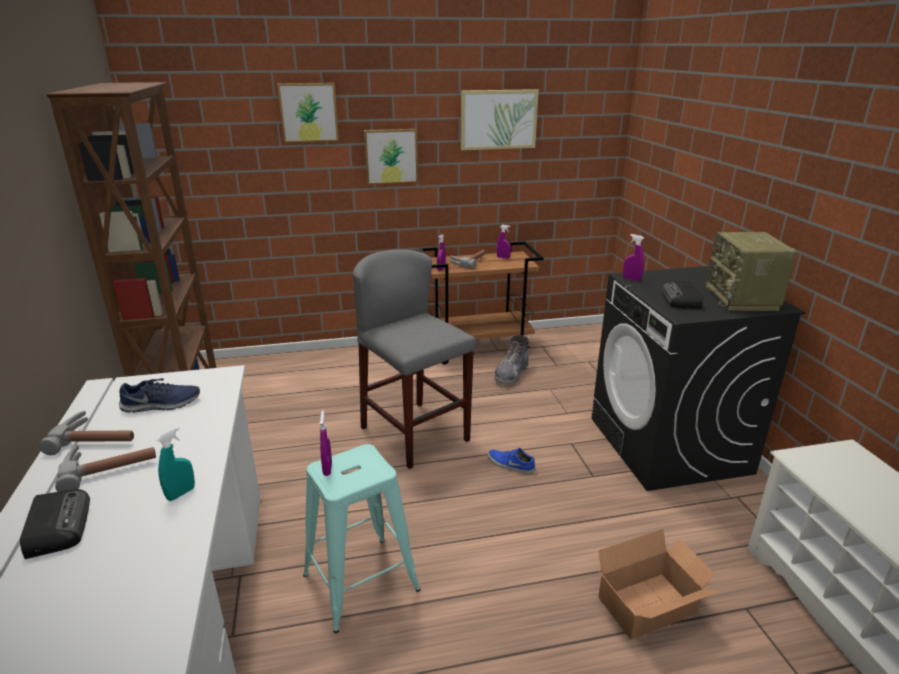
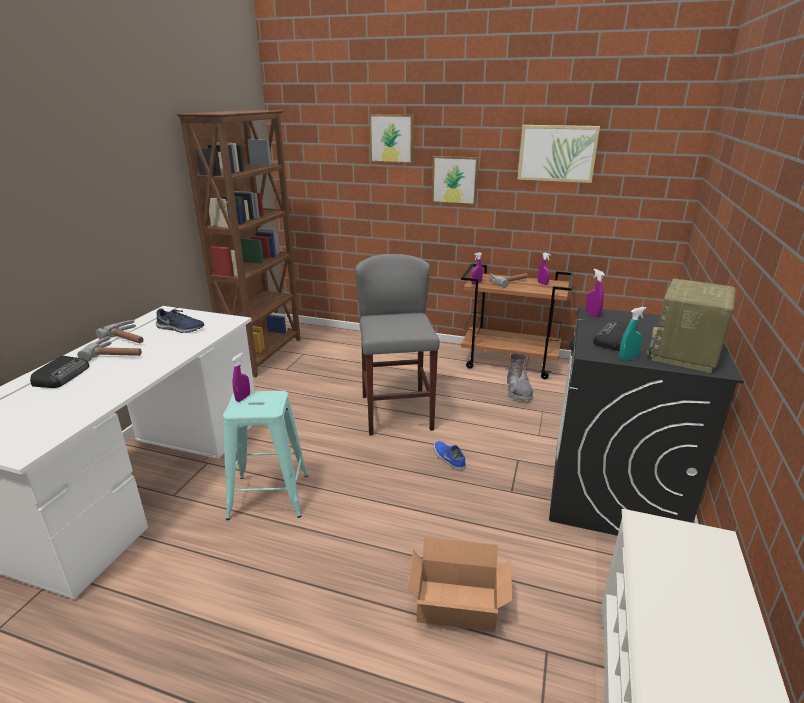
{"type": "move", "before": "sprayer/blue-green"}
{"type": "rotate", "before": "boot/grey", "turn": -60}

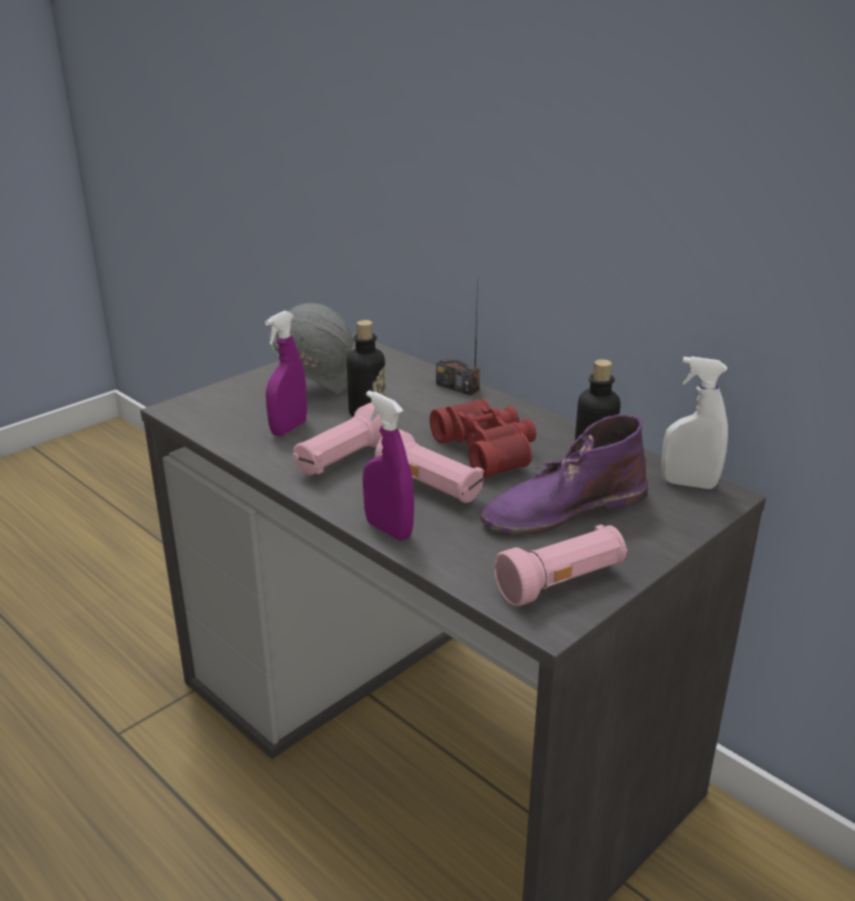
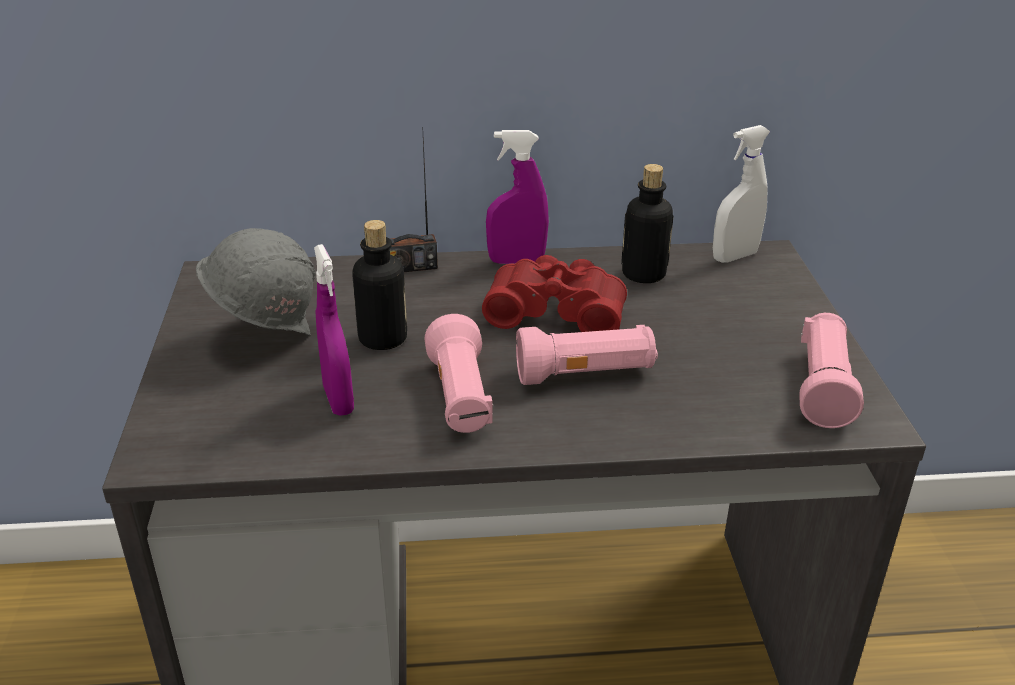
{"type": "delete", "before": "boot/purplish"}
{"type": "move", "before": "sprayer/purplish (2nd from left)"}

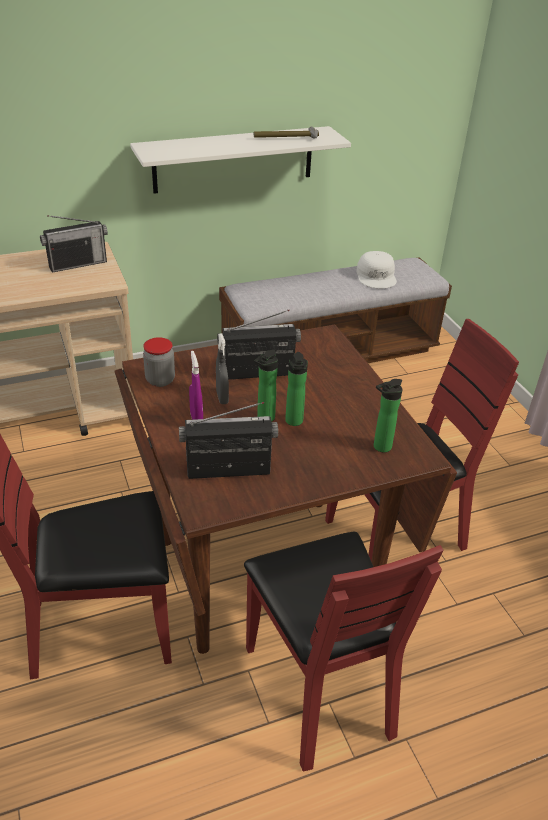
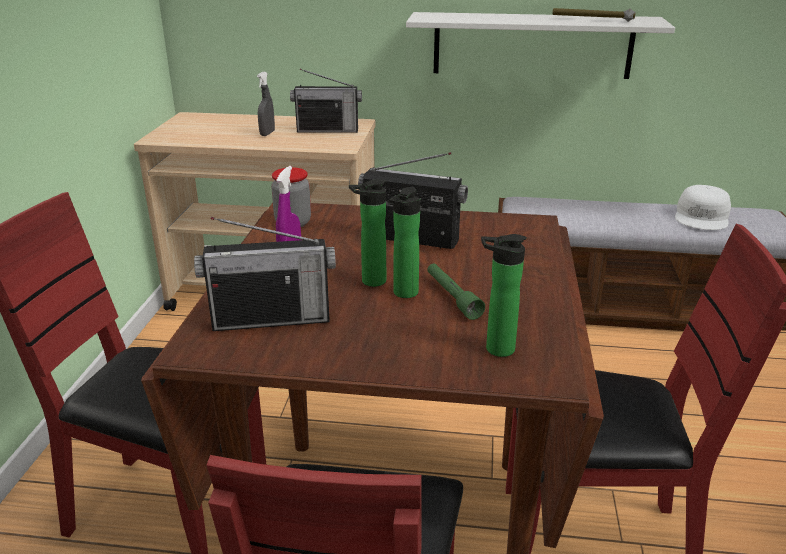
{"type": "insert", "after": "torch/greenish"}
{"type": "move", "before": "sprayer/grey"}
{"type": "rotate", "before": "radio (2nd from left in the first image)", "turn": 150}

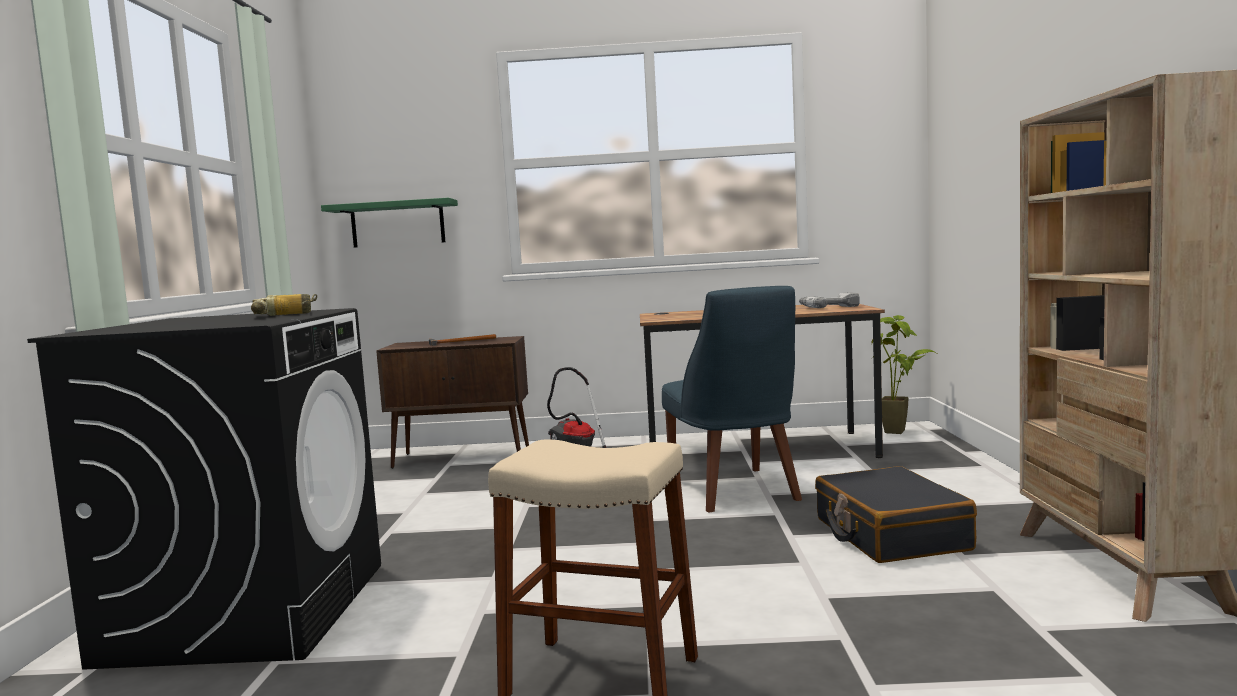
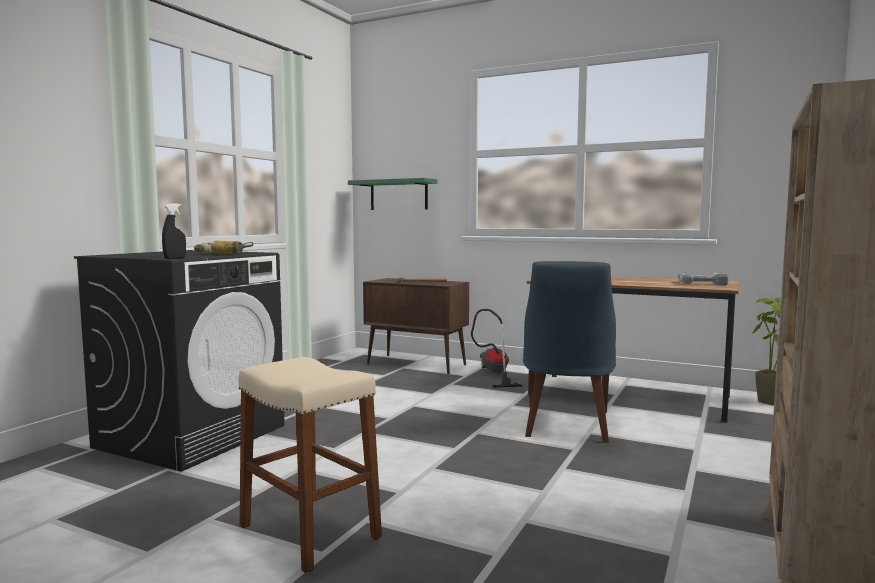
{"type": "delete", "before": "piece of luggage/black"}
{"type": "insert", "after": "sprayer/black"}

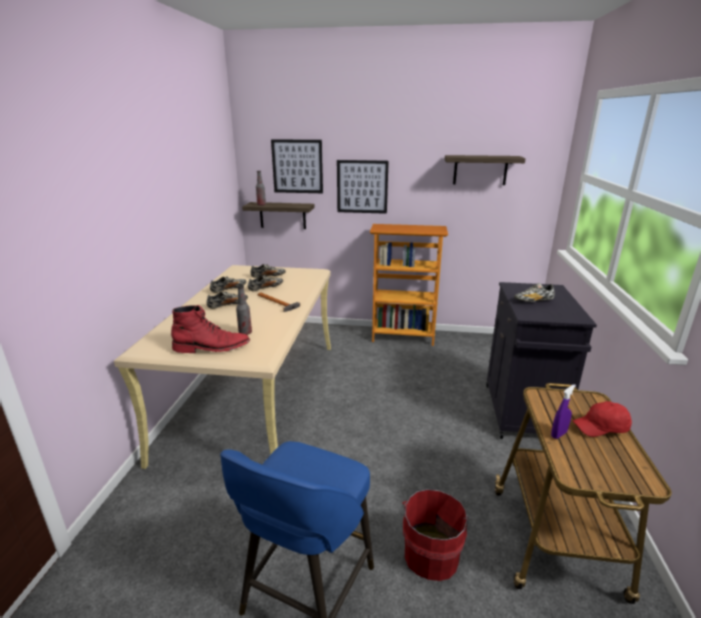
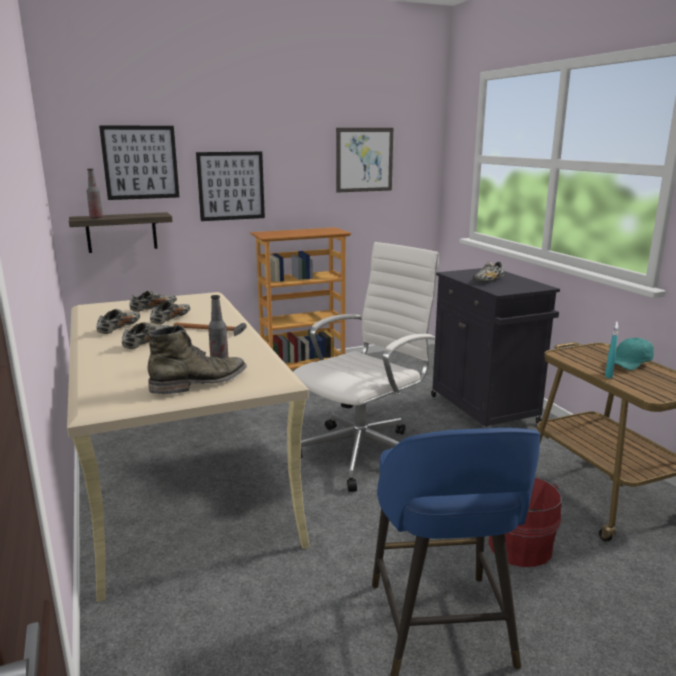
{"type": "insert", "after": "computer chair/white"}
{"type": "replace", "before": "wall shelf (2nd from left)", "after": "picture (3rd from left)"}
{"type": "recolor", "before": "boot/reddish", "after": "boot/greenish"}
{"type": "recolor", "before": "sprayer/purplish", "after": "sprayer/blue-green"}
{"type": "recolor", "before": "peaked cap/reddish", "after": "peaked cap/blue-green"}

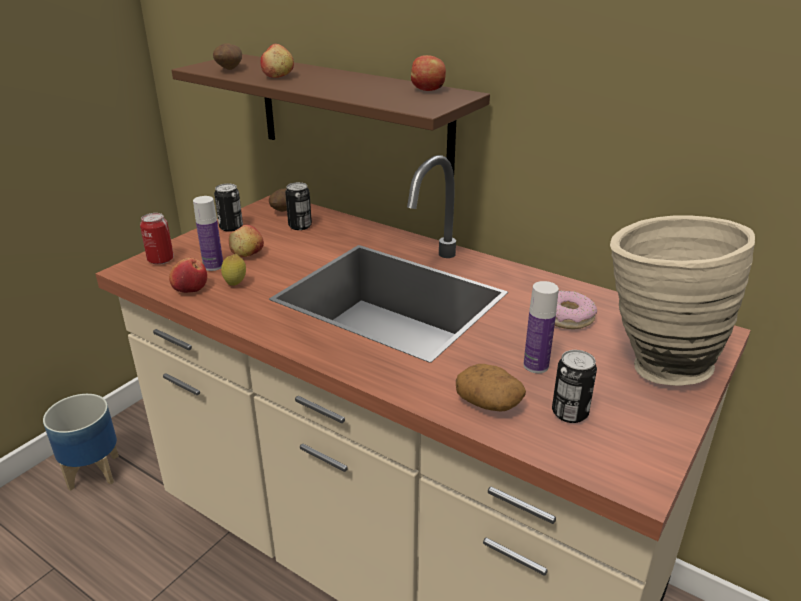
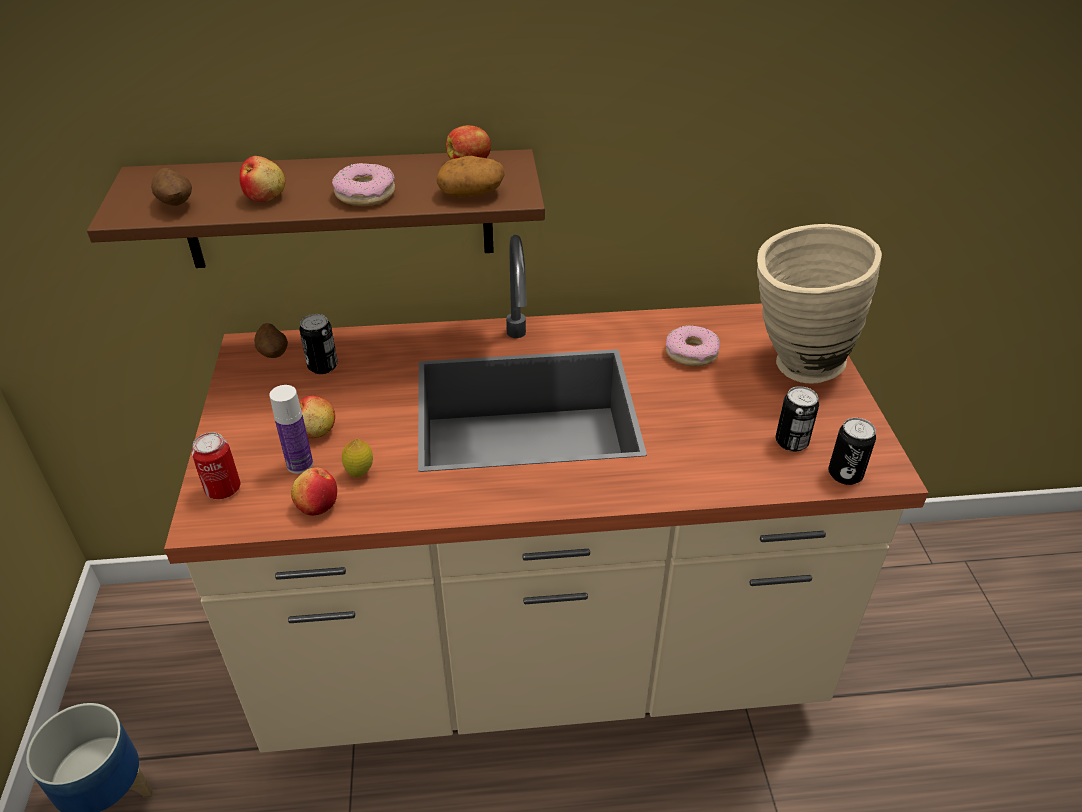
{"type": "delete", "before": "bottle (2nd from left)"}
{"type": "insert", "after": "ring doughnut (1st from left)"}
{"type": "move", "before": "can (2nd from left in the first image)", "after": "can (4th from left)"}
{"type": "move", "before": "spud (3rd from left)"}

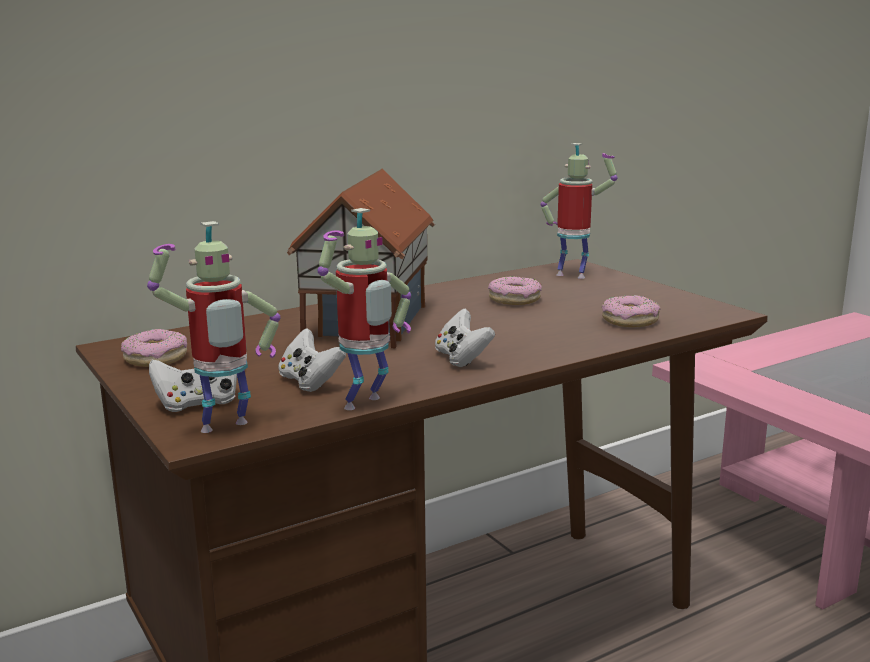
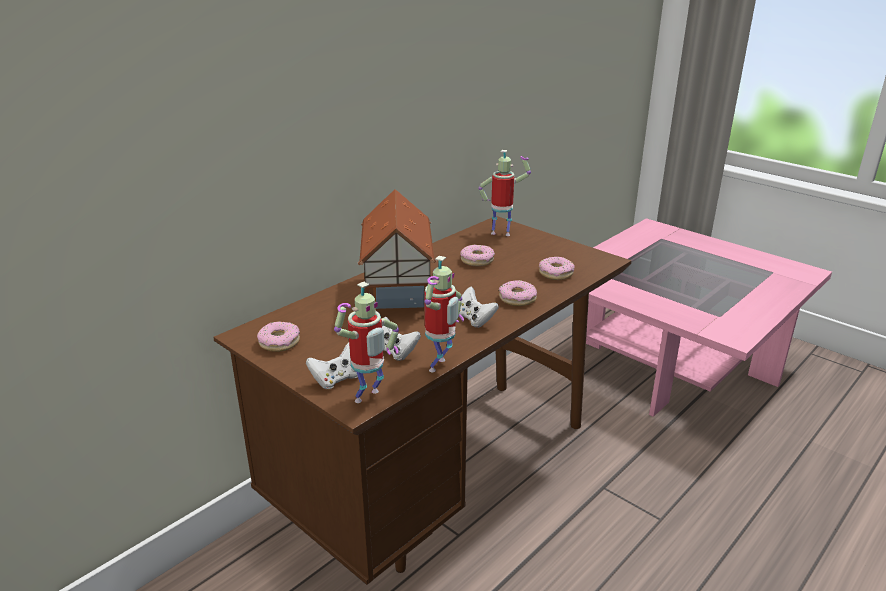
{"type": "insert", "after": "ring doughnut (3rd from left)"}

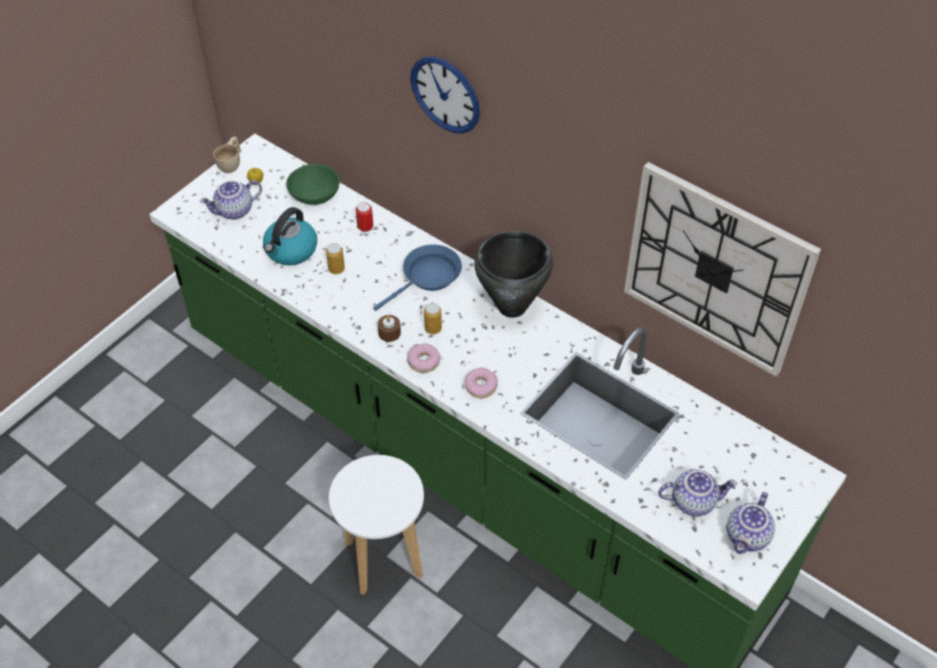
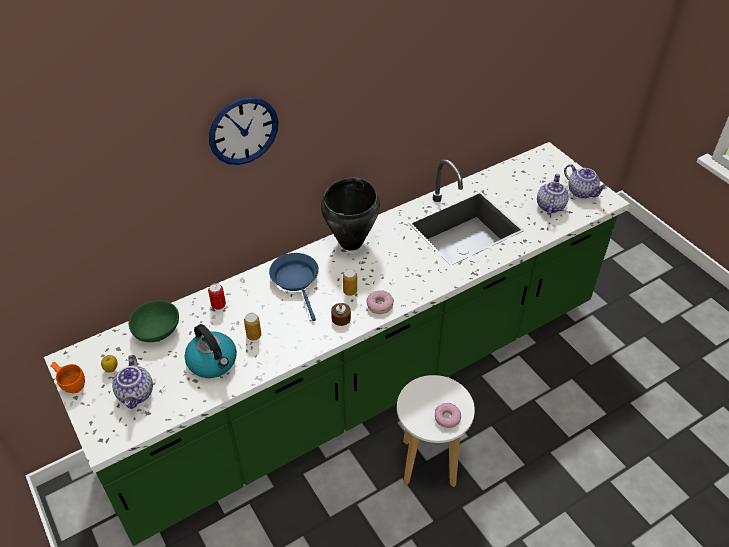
{"type": "delete", "before": "wall clock (2nd from left)"}
{"type": "move", "before": "ring doughnut (2nd from left)"}
{"type": "recolor", "before": "drinking cup/sand-coloured", "after": "drinking cup/orangey"}

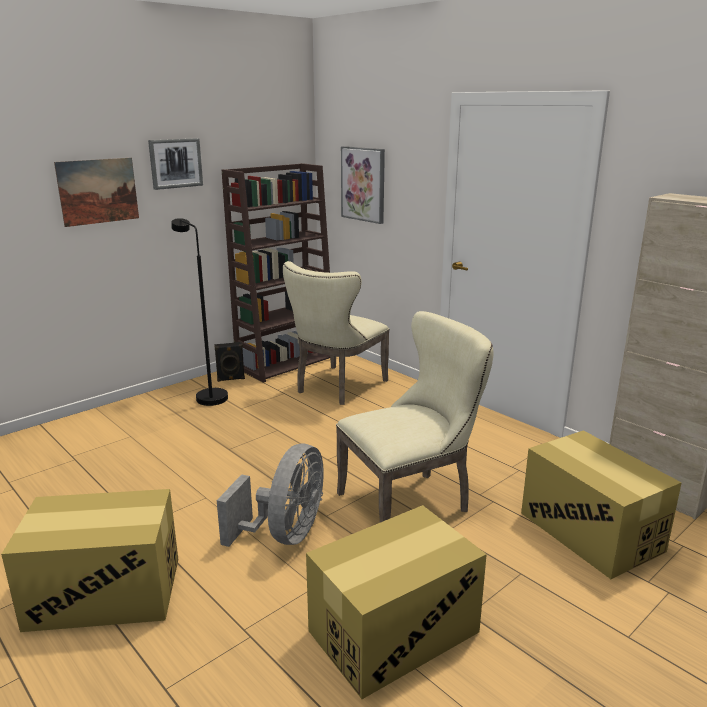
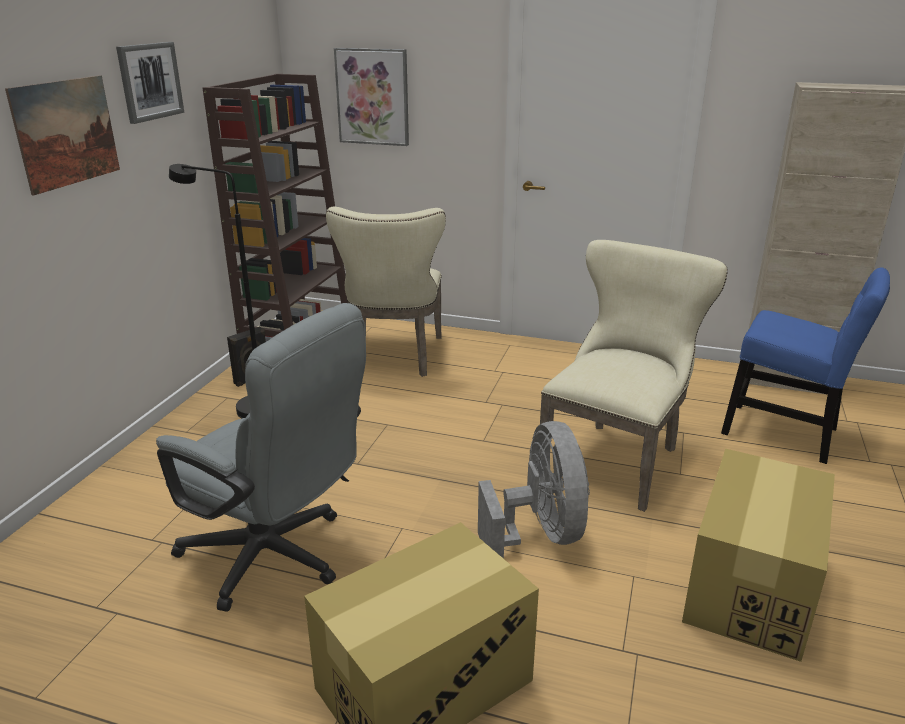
{"type": "insert", "after": "computer chair/grey"}
{"type": "replace", "before": "packing box (3rd from left)", "after": "plain chair/blue"}

